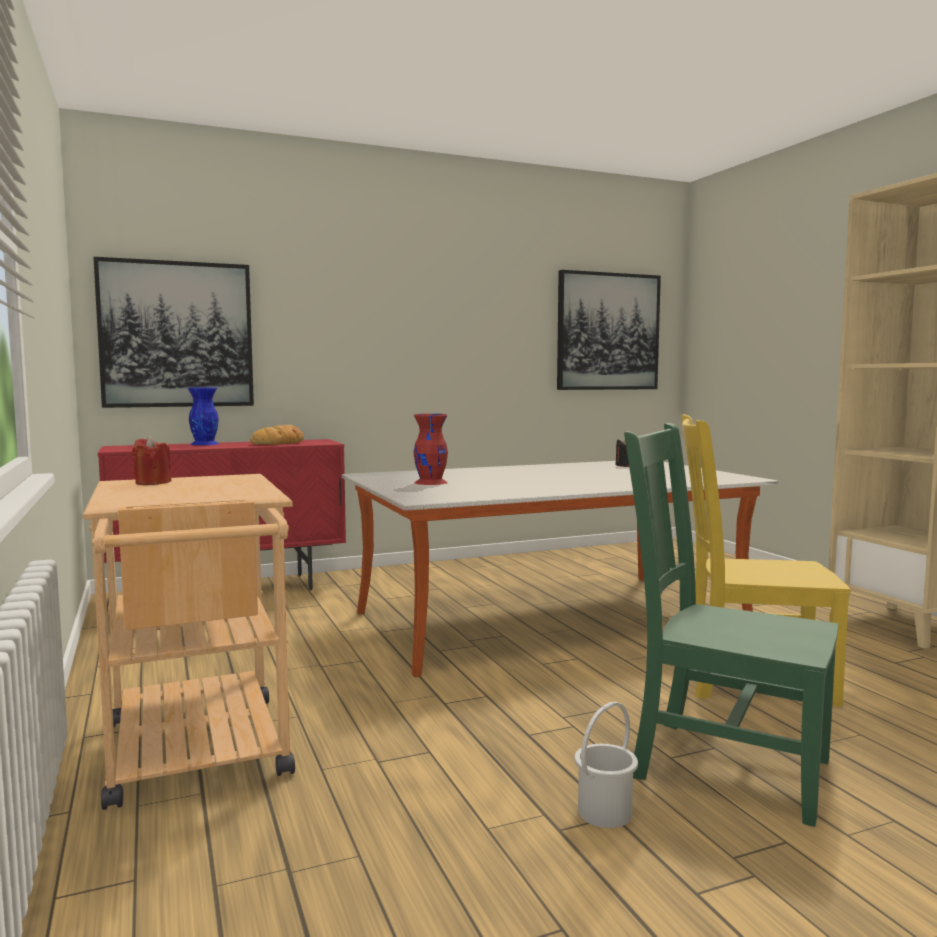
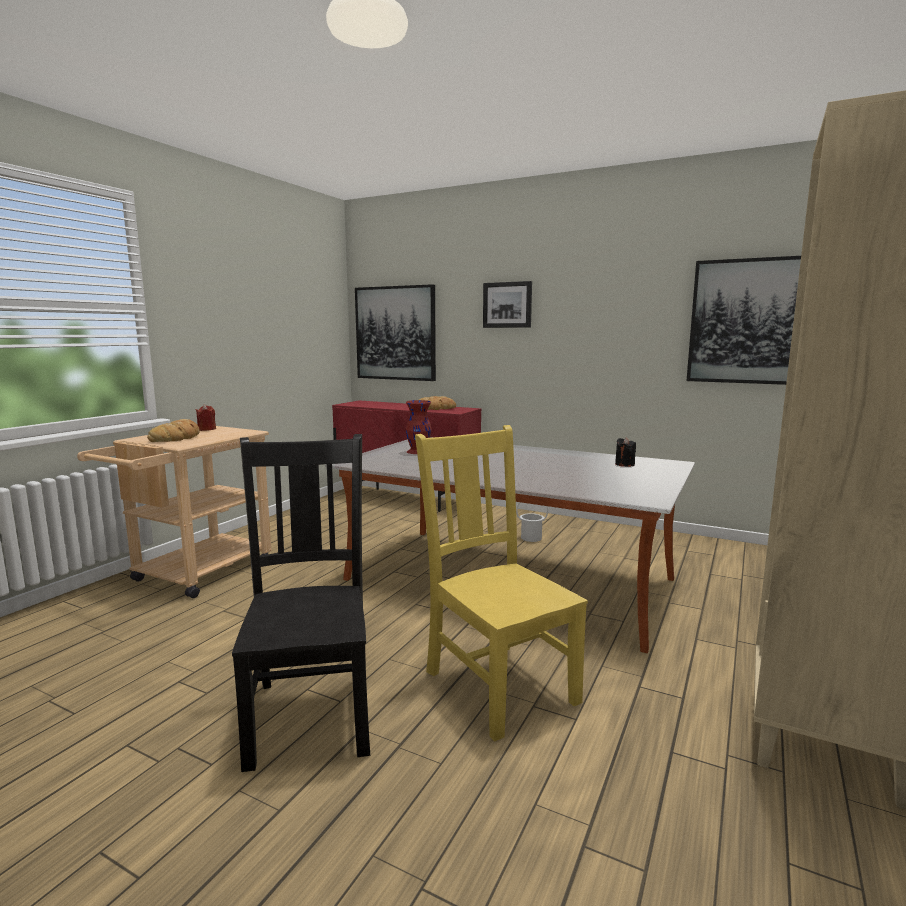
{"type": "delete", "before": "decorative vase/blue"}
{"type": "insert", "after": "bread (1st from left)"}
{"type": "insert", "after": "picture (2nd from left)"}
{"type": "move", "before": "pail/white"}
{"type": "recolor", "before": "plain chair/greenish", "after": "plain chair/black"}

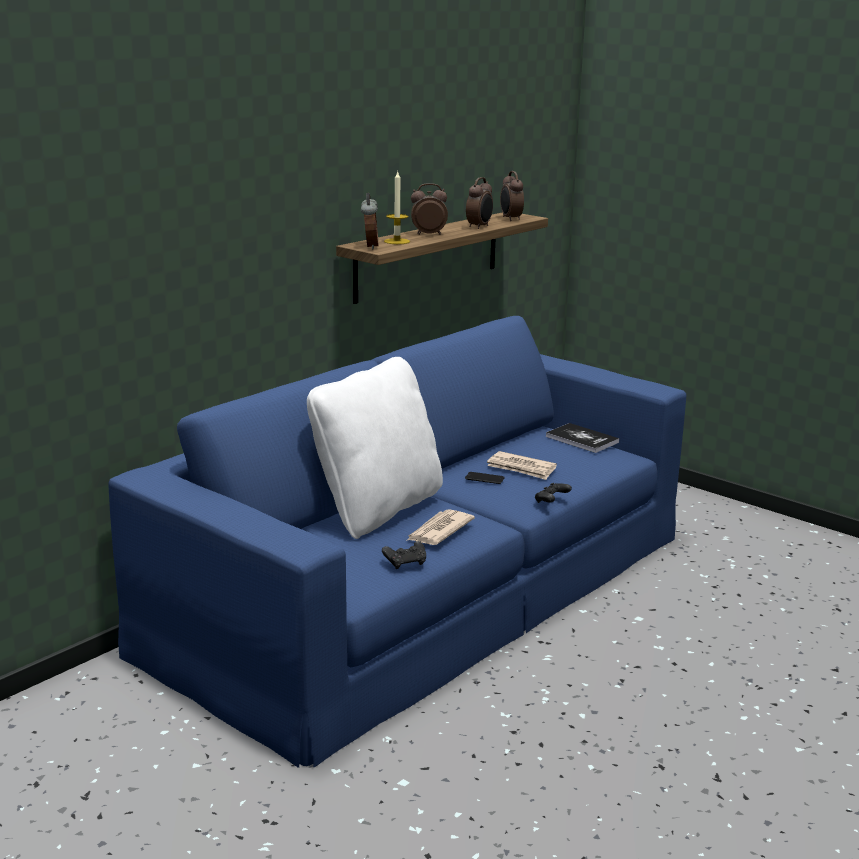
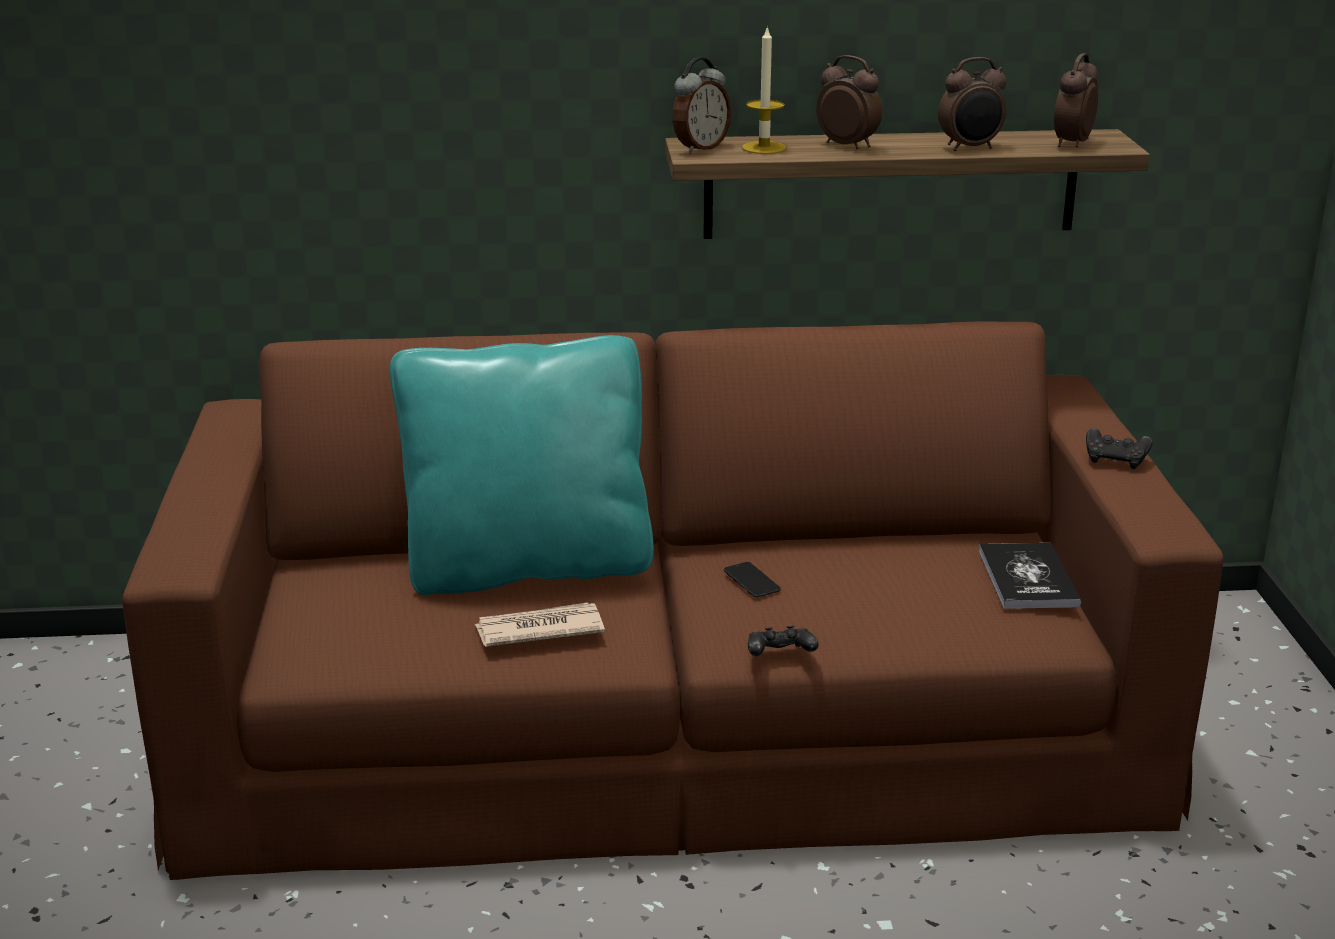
{"type": "delete", "before": "printed paper (2nd from left)"}
{"type": "move", "before": "joypad/black (1st from left in the first image)", "after": "joypad/black (2nd from left)"}
{"type": "recolor", "before": "sofa/blue", "after": "sofa/brownish"}
{"type": "recolor", "before": "throw pillow/white", "after": "throw pillow/blue-green"}

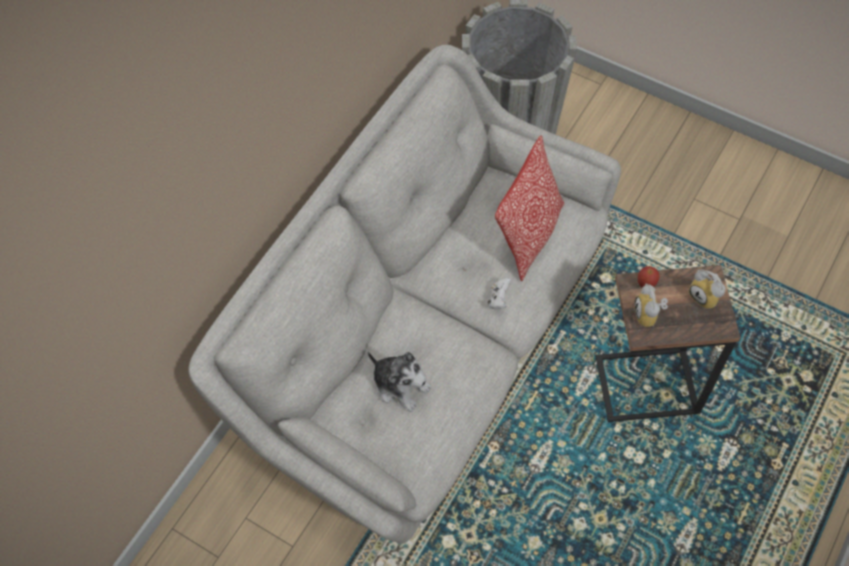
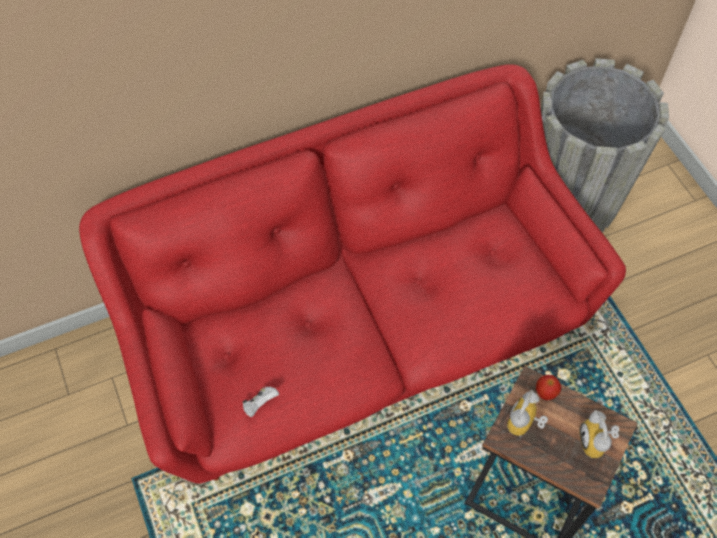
{"type": "delete", "before": "plush toy"}
{"type": "delete", "before": "throw pillow"}
{"type": "move", "before": "joypad/white"}
{"type": "recolor", "before": "sofa/grey", "after": "sofa/reddish"}

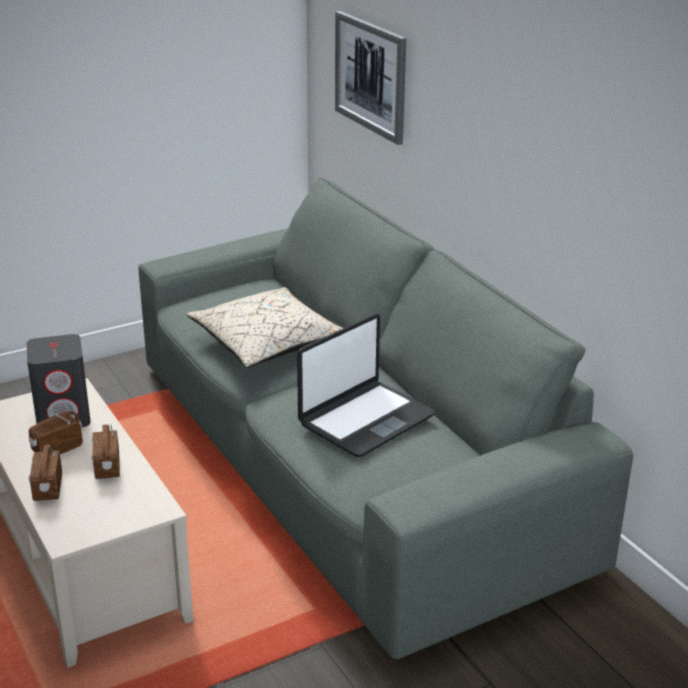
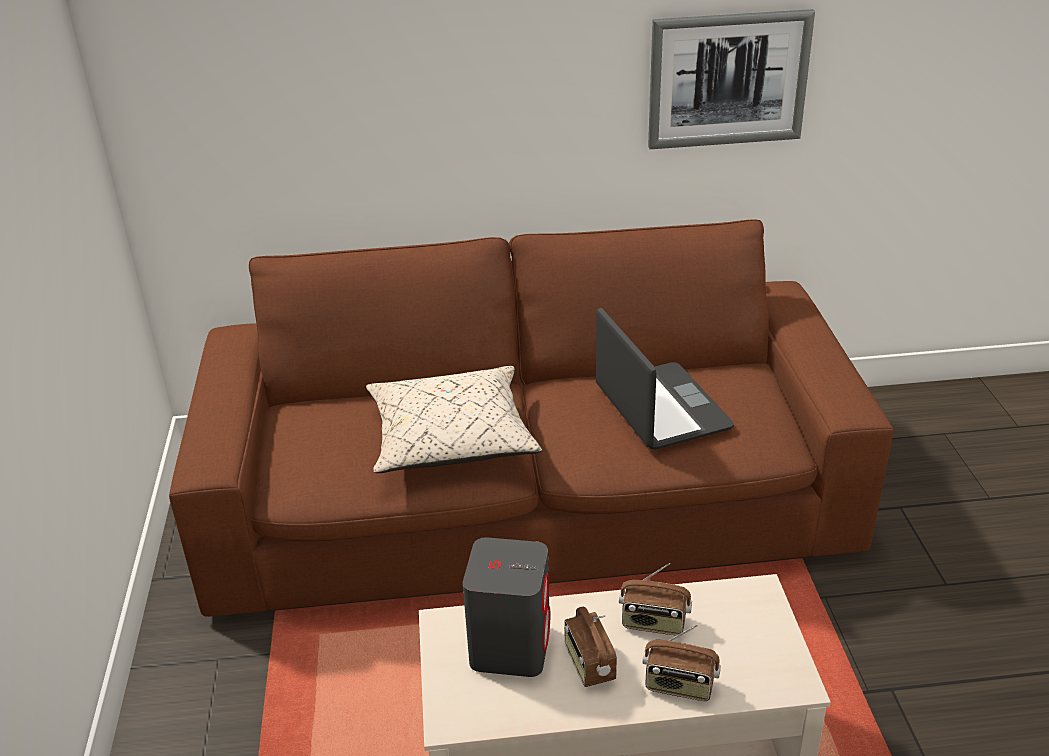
{"type": "move", "before": "picture"}
{"type": "recolor", "before": "sofa/grey", "after": "sofa/brownish"}

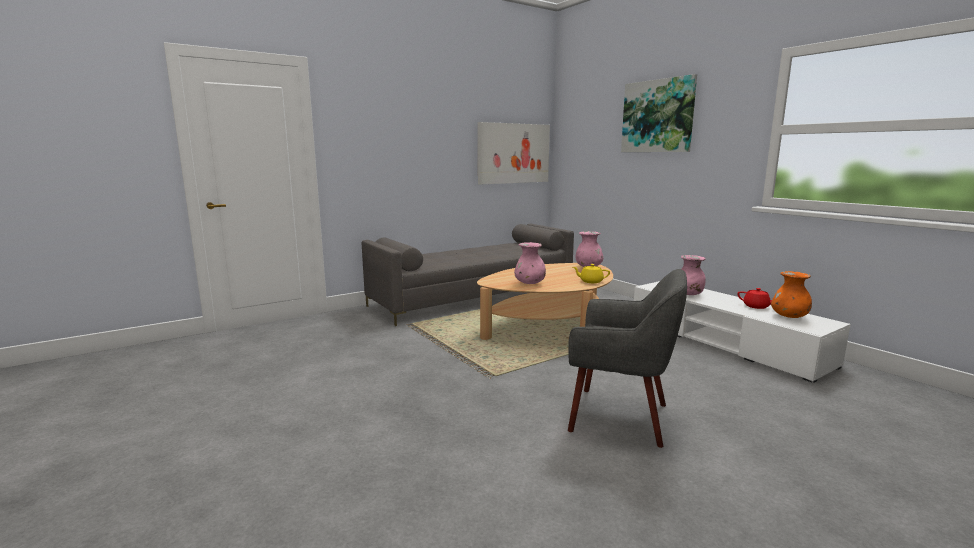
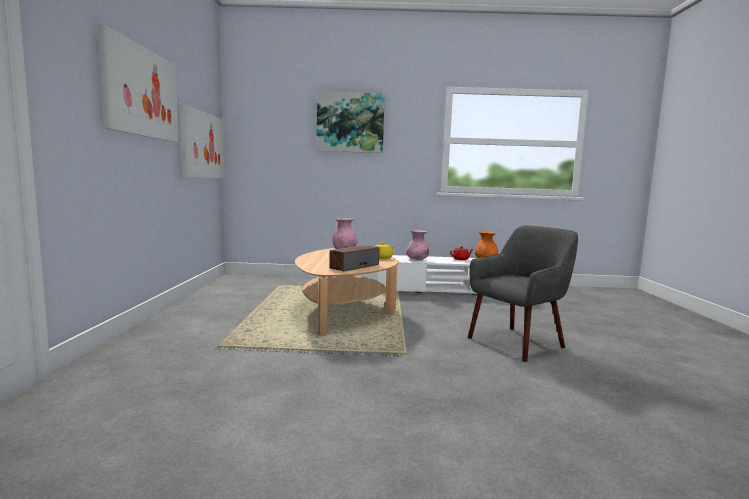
{"type": "delete", "before": "sofa/grey"}
{"type": "insert", "after": "picture (1st from left)"}
{"type": "replace", "before": "decorative vase/pink (1st from left)", "after": "audio speaker"}

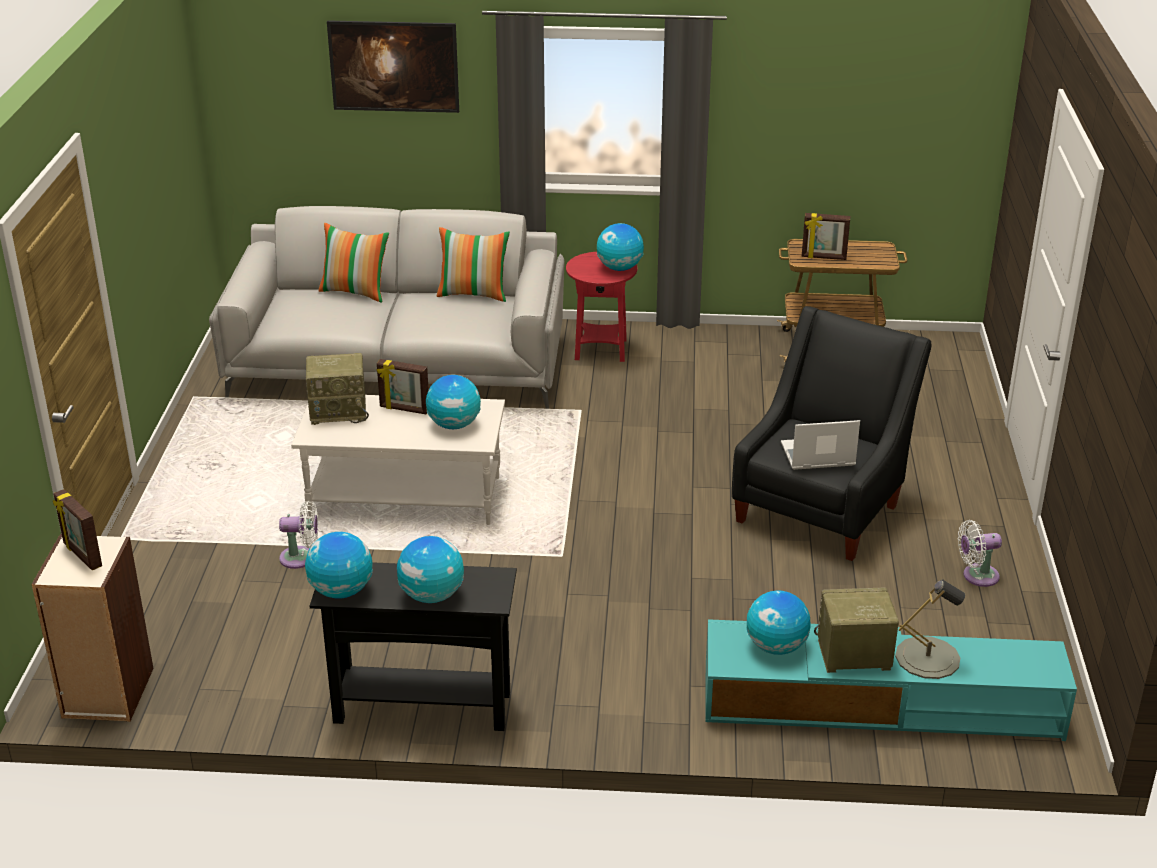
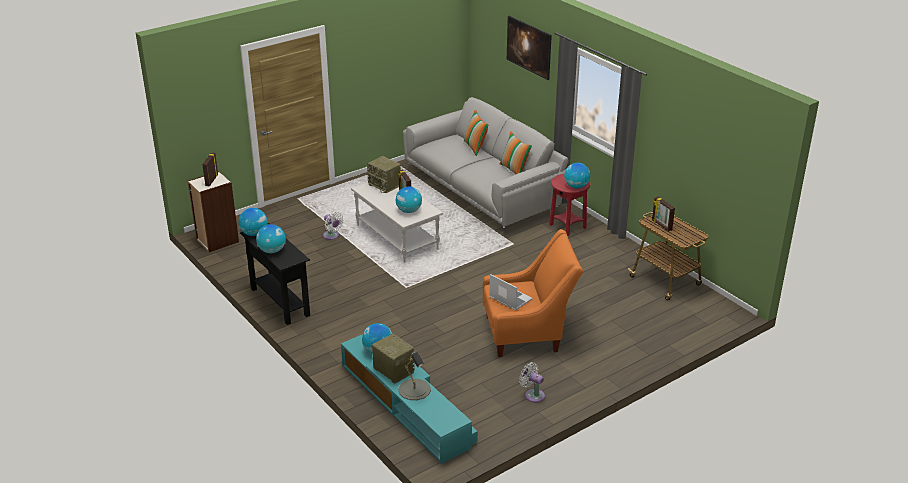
{"type": "recolor", "before": "armchair/black", "after": "armchair/orangey"}

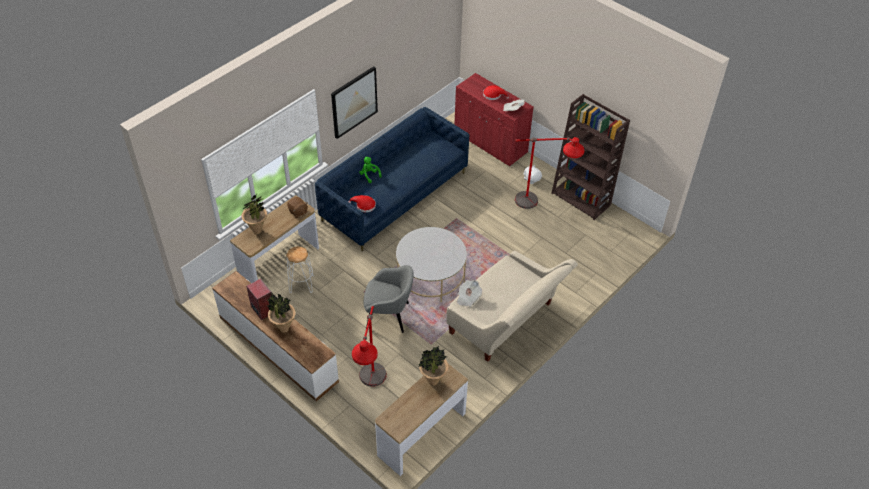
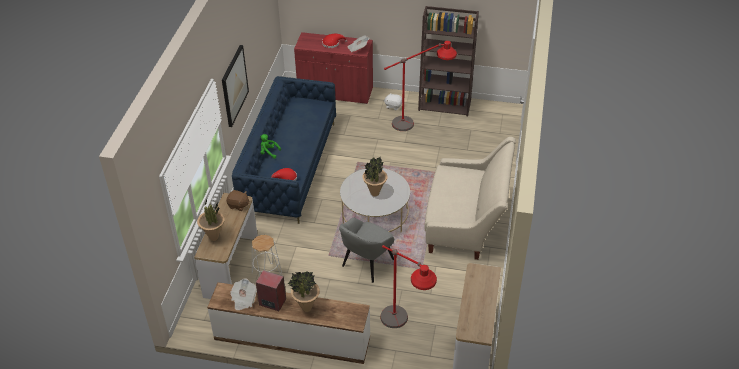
{"type": "move", "before": "houseplant (3rd from left)"}
{"type": "move", "before": "printed paper (1st from left)"}
{"type": "rotate", "before": "armchair/grey", "turn": 150}

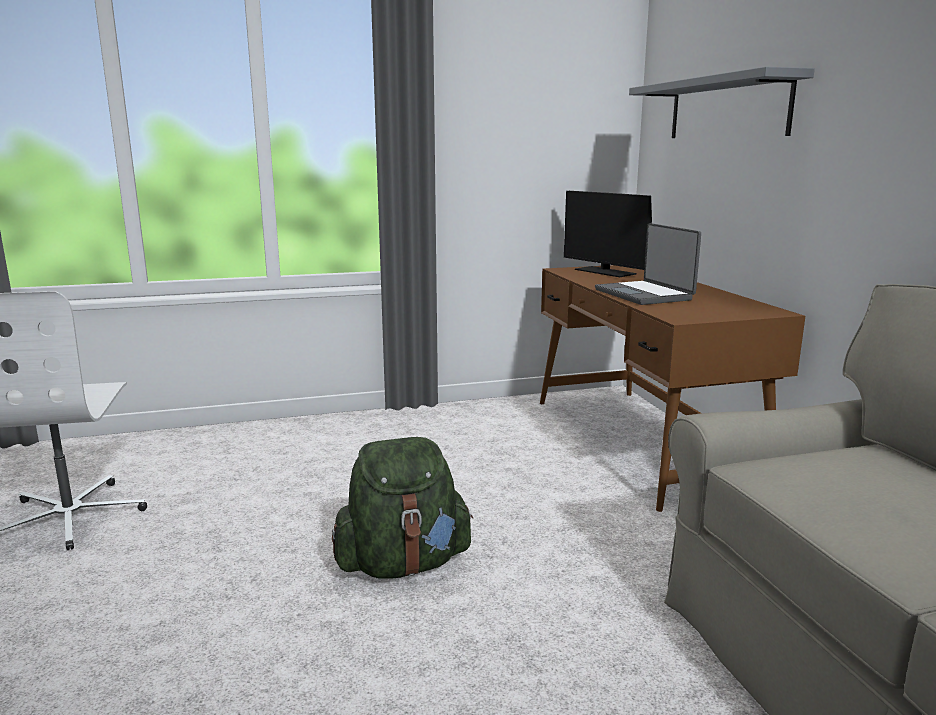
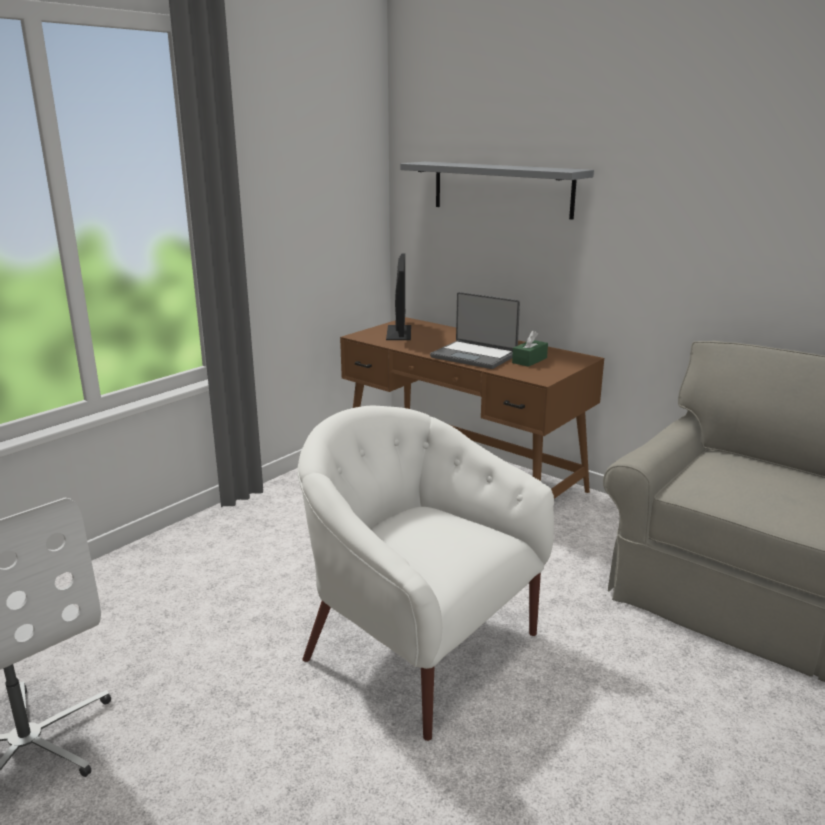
{"type": "insert", "after": "tissue box/greenish"}
{"type": "replace", "before": "knapsack/greenish", "after": "armchair/white"}
{"type": "rotate", "before": "computer display", "turn": -105}

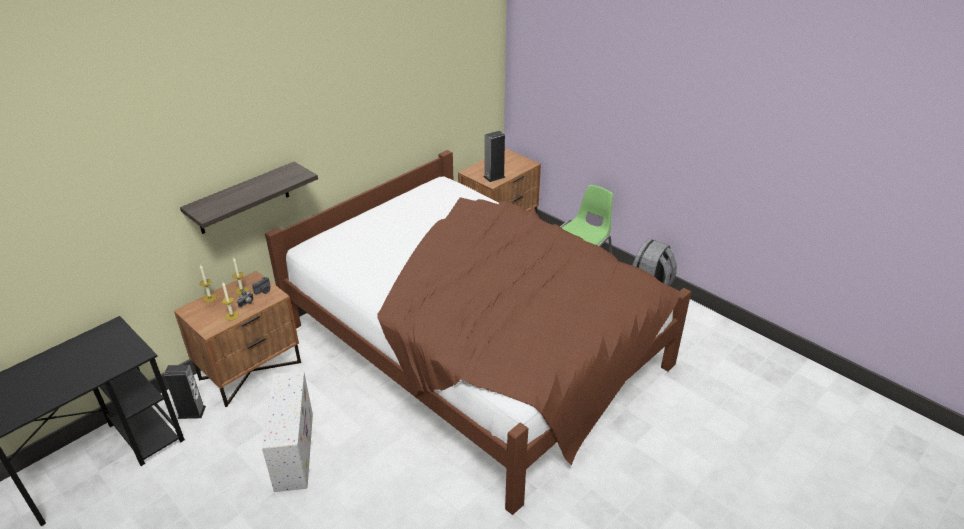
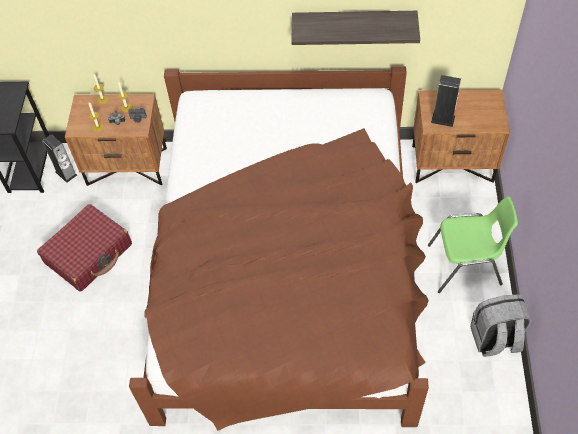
{"type": "move", "before": "wall shelf"}
{"type": "replace", "before": "storage container/white", "after": "piece of luggage/reddish"}

